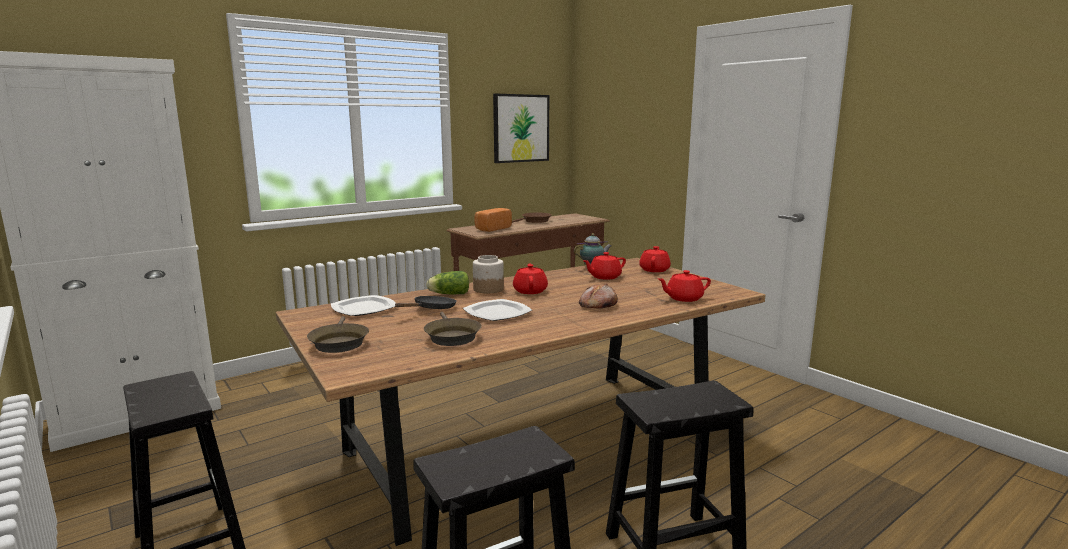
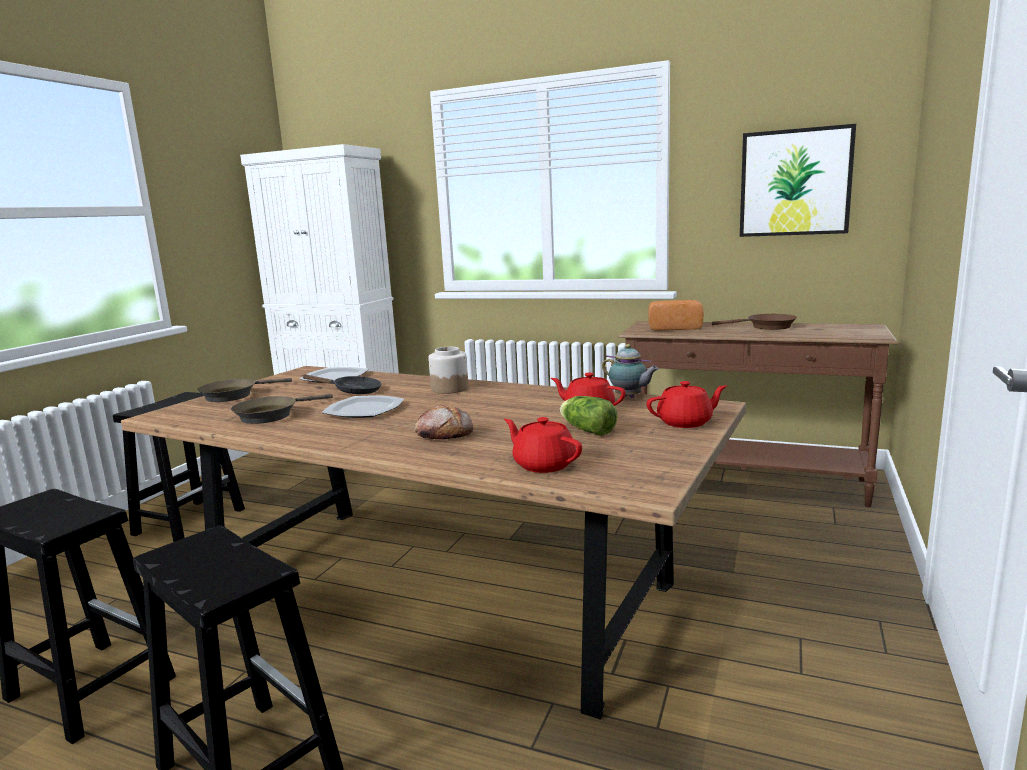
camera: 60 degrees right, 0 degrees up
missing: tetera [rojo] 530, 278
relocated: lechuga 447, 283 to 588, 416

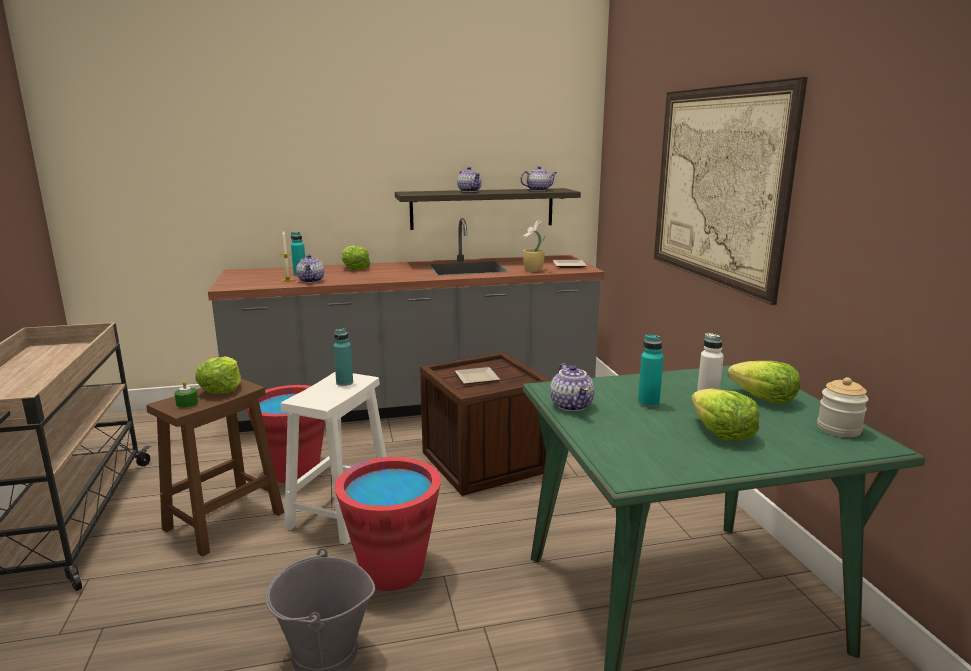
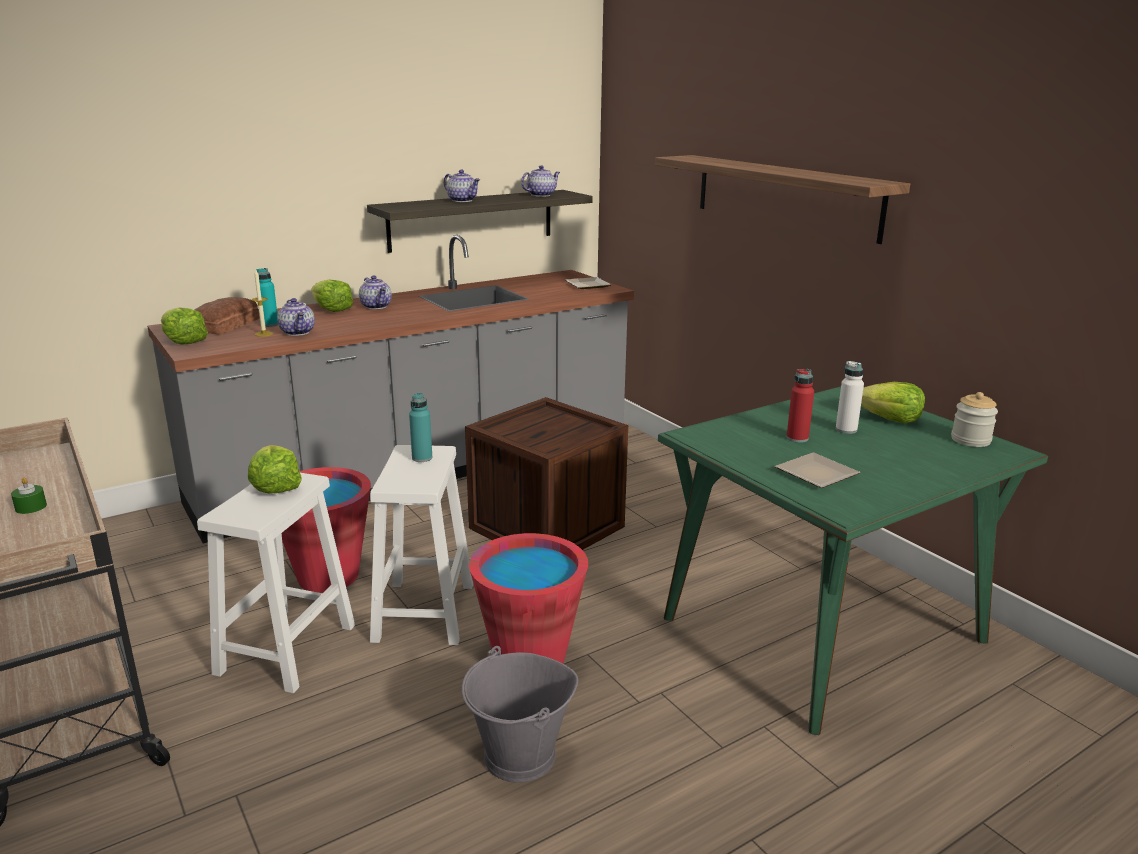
camera: 20 degrees left, 5 degrees up
missing: planta en maceta 534, 246
appeared: pan 227, 316
relocated: vela [verde] 186, 394 to 29, 495; plato 477, 375 to 817, 470; tetera 572, 387 to 375, 292; lechuga 725, 415 to 184, 326
exchanged: cuadro 731, 191 to estante 782, 199
colour: taburete [marrón] 215, 468 to taburete [blanco] 276, 583; botella [turquesa] 651, 371 to botella [rojo] 800, 406

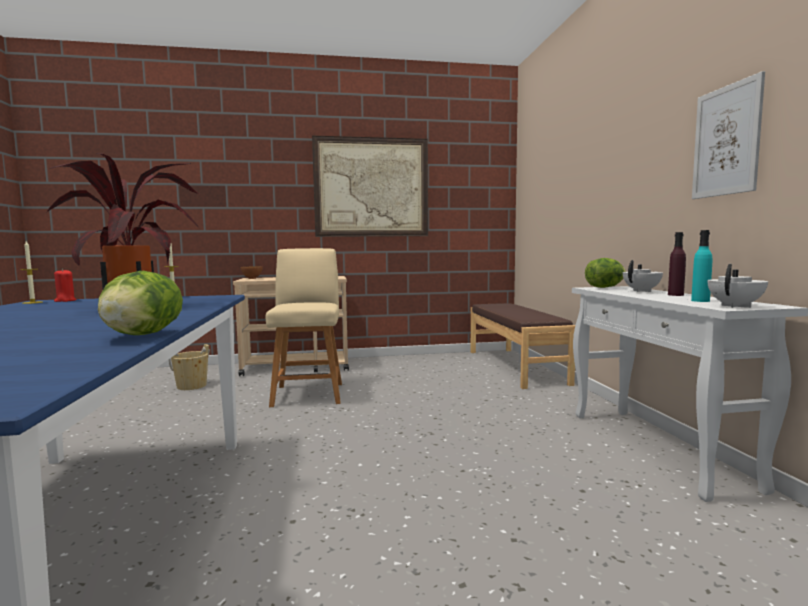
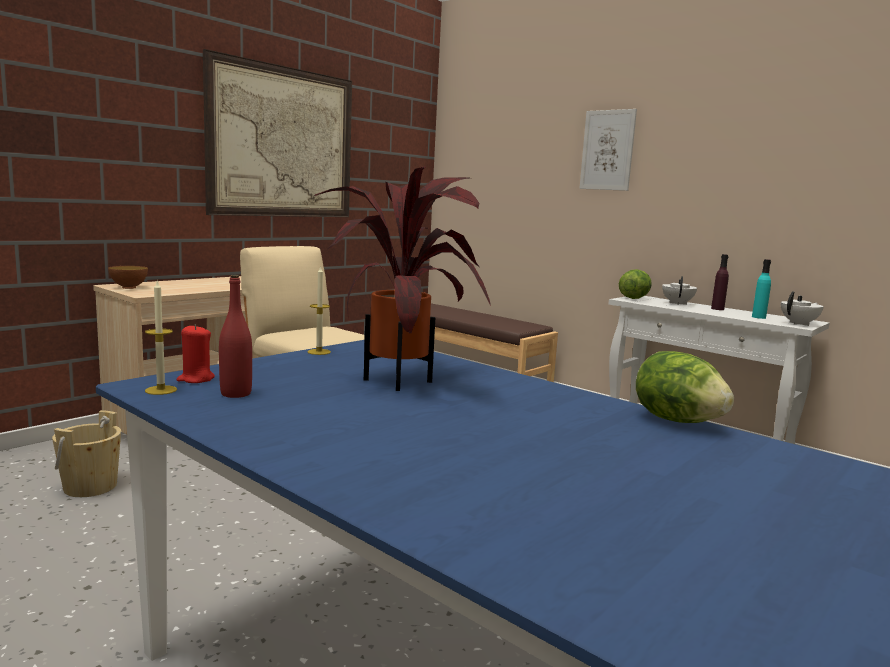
camera: 40 degrees left, 5 degrees up
appeared: botella [rojo] 235, 336
relocated: cuadro 728, 135 to 608, 150
spun: tetera [blanco] 737, 286 = 802, 308 45 degrees clockwise

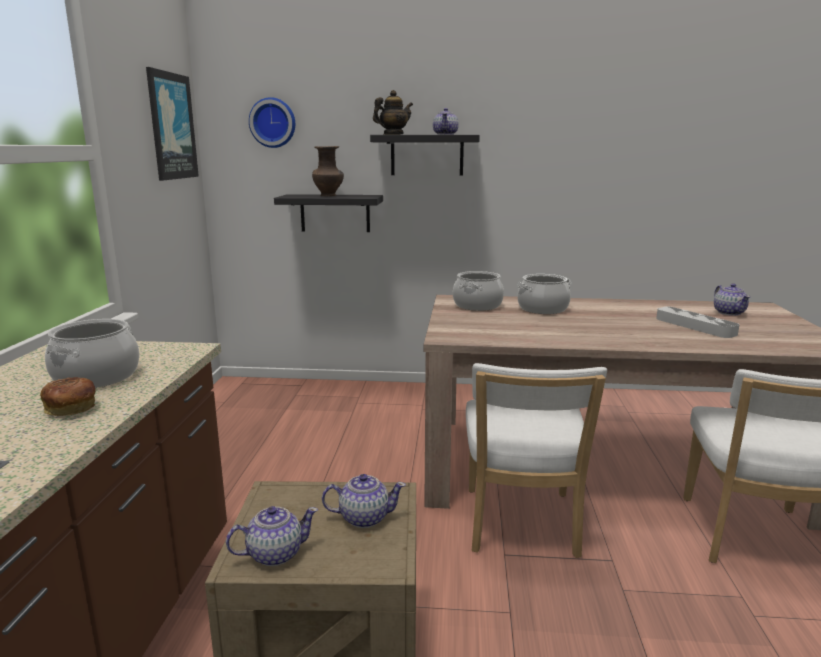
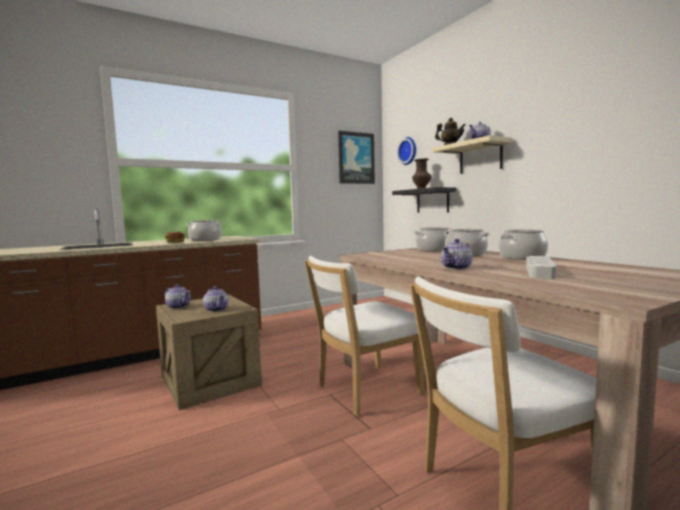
camera: 55 degrees right, 10 degrees down
appeared: olla 523, 244
relocated: tetera 732, 300 to 457, 254
colour: estante [negro] 425, 155 to estante [beis] 472, 154

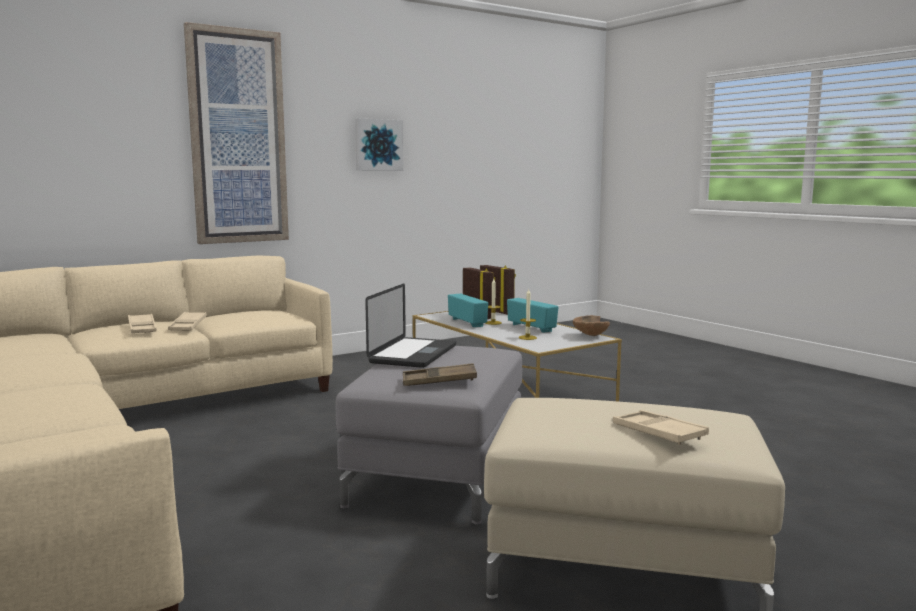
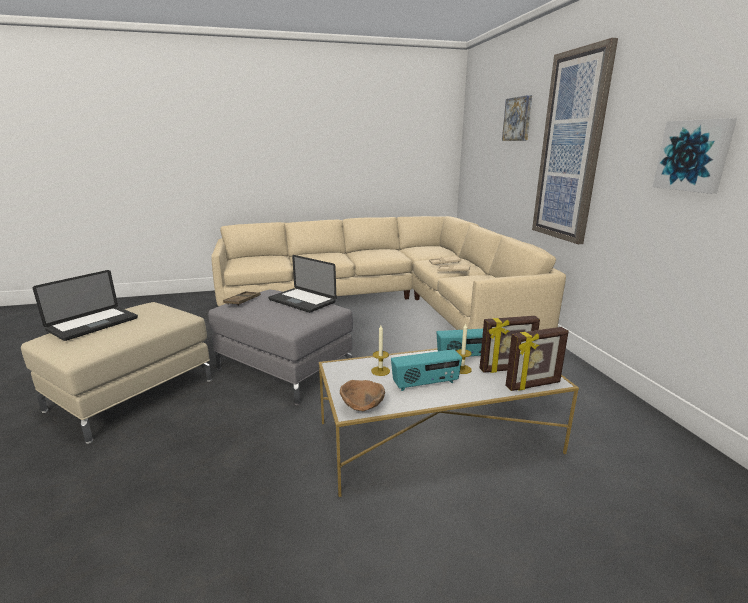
camera: 110 degrees right, 10 degrees up
appeared: cuadro 517, 118
exchanged: bandeja [beis] 661, 427 to portátil 85, 305

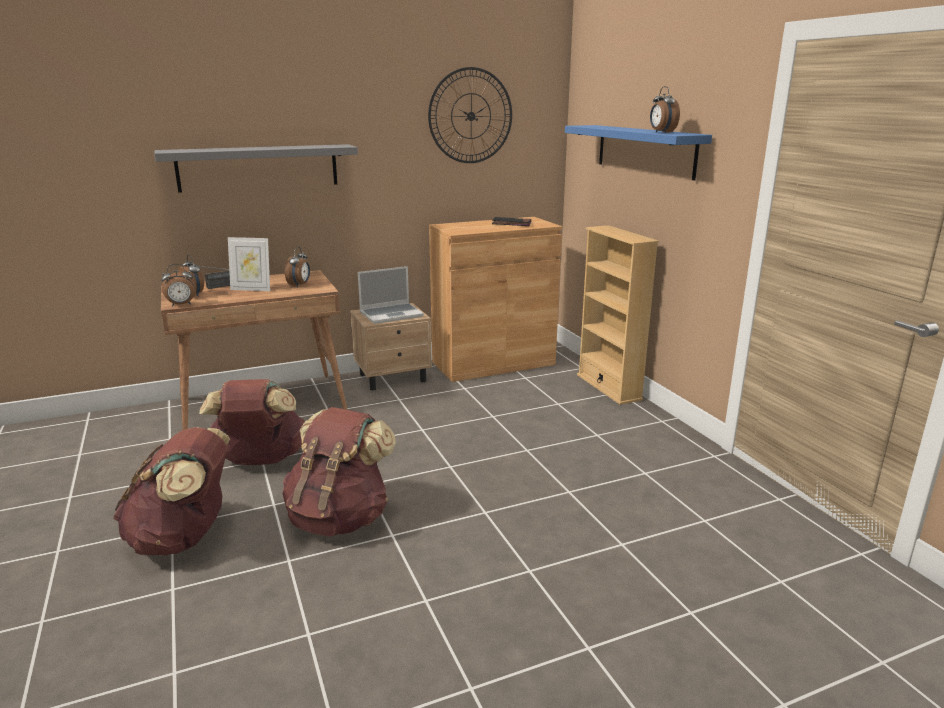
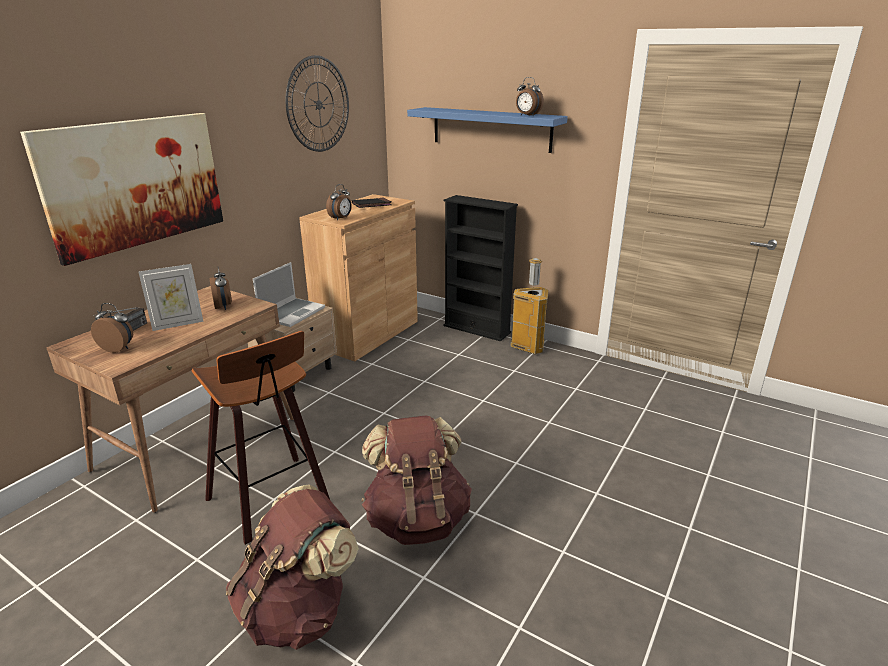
camera: 35 degrees left, 5 degrees up
appeared: papelera 529, 306
relocated: despertador 178, 285 to 339, 202
exchanged: estante [gris] 256, 168 to cuadro 121, 189; mochila [marrón] 252, 422 to taburete 261, 438
colour: estantería [beis] 618, 315 to estantería [negro] 480, 268

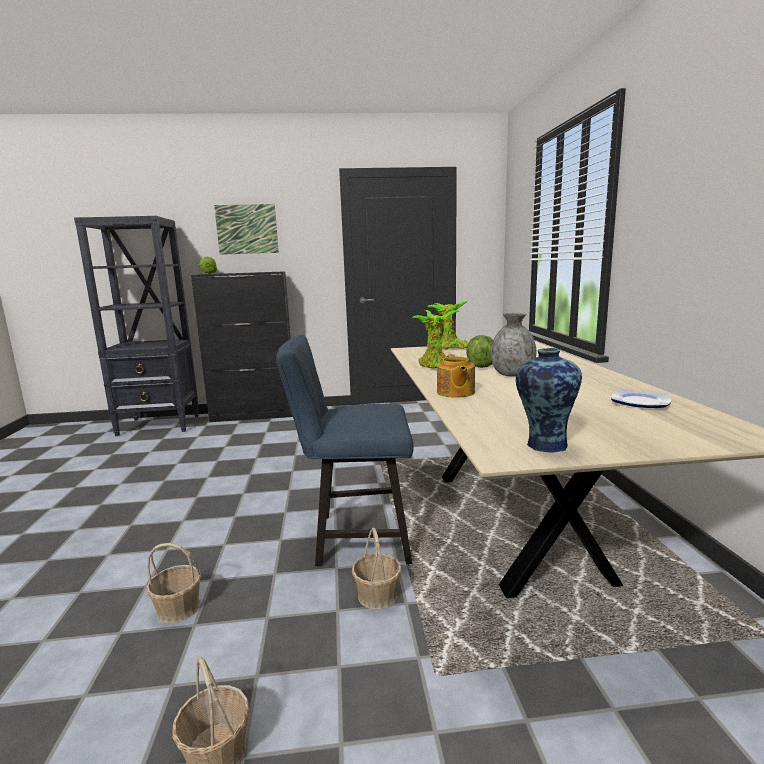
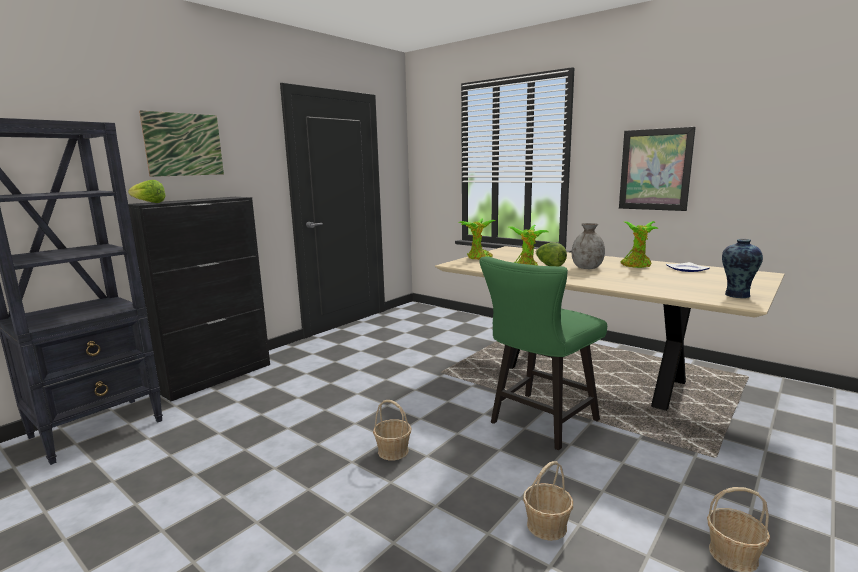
camera: 45 degrees left, 0 degrees up
missing: tetera 456, 376
appeared: cuadro 657, 169; planta en maceta 640, 244
relocated: cesta 376, 569 to 392, 430
colour: silla [azul] 344, 450 to silla [verde] 543, 353

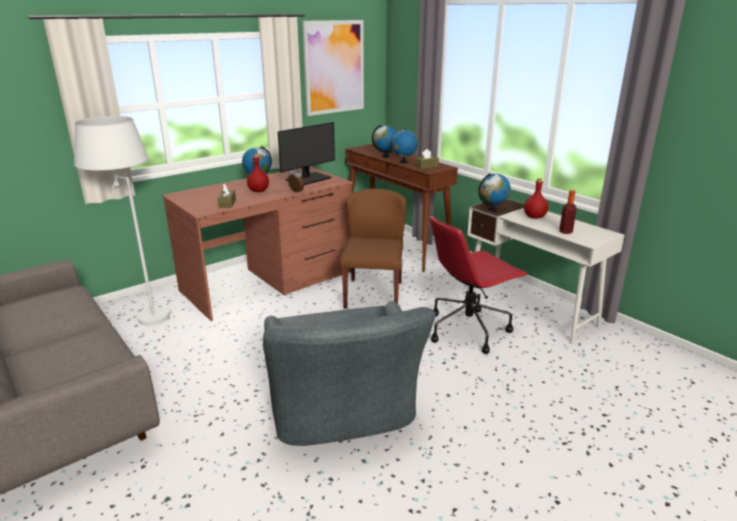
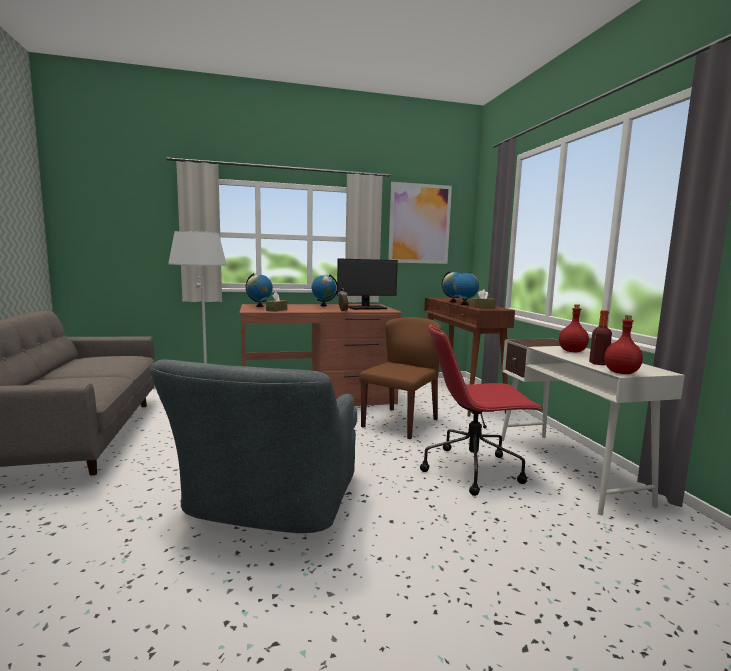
camera: 25 degrees right, 15 degrees down
relocated: botella [rojo] 258, 173 to 623, 344; globo terráqueo 494, 192 to 259, 290

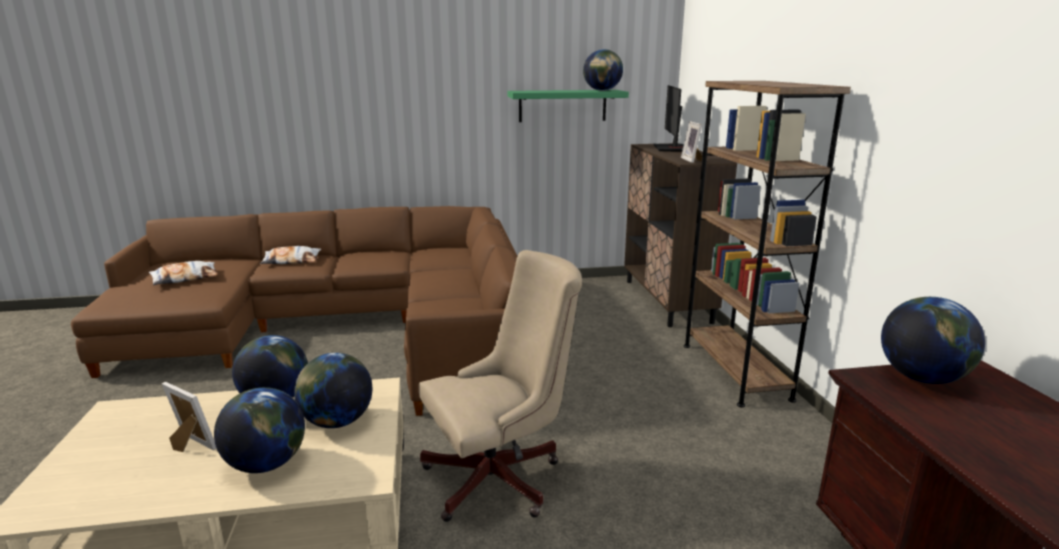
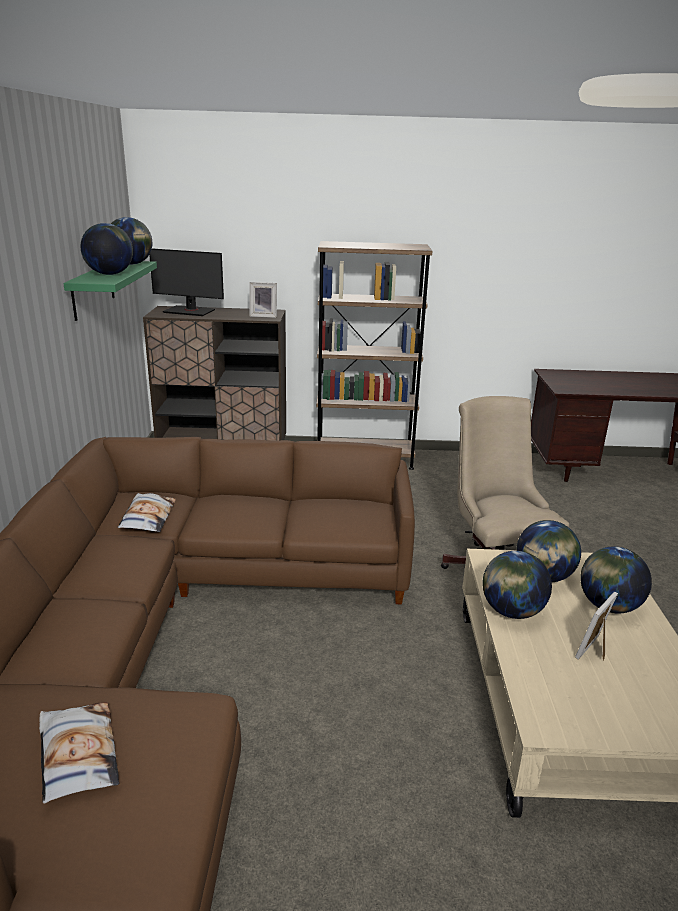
camera: 80 degrees left, 5 degrees up
relocated: cojín 290, 255 to 147, 512; globo terráqueo 933, 340 to 107, 249

